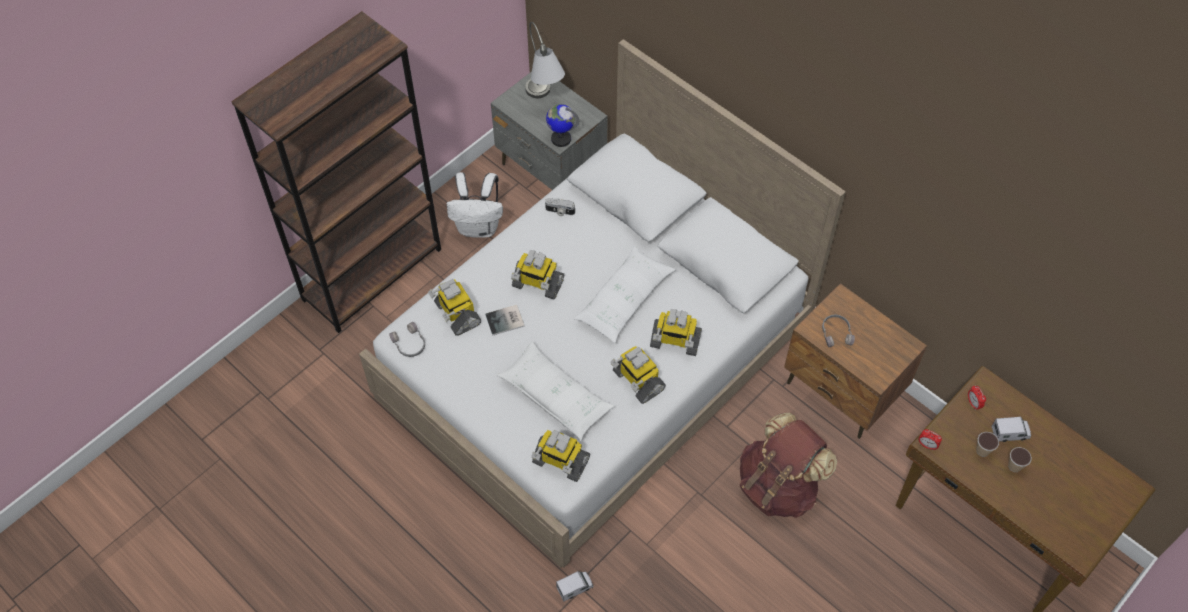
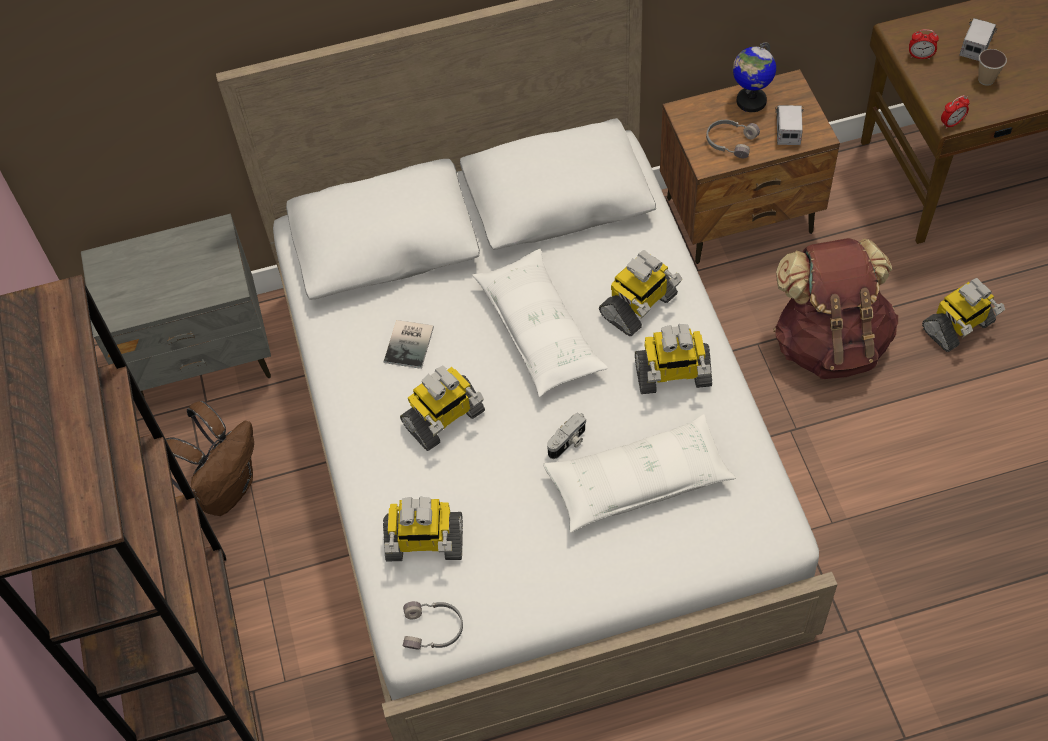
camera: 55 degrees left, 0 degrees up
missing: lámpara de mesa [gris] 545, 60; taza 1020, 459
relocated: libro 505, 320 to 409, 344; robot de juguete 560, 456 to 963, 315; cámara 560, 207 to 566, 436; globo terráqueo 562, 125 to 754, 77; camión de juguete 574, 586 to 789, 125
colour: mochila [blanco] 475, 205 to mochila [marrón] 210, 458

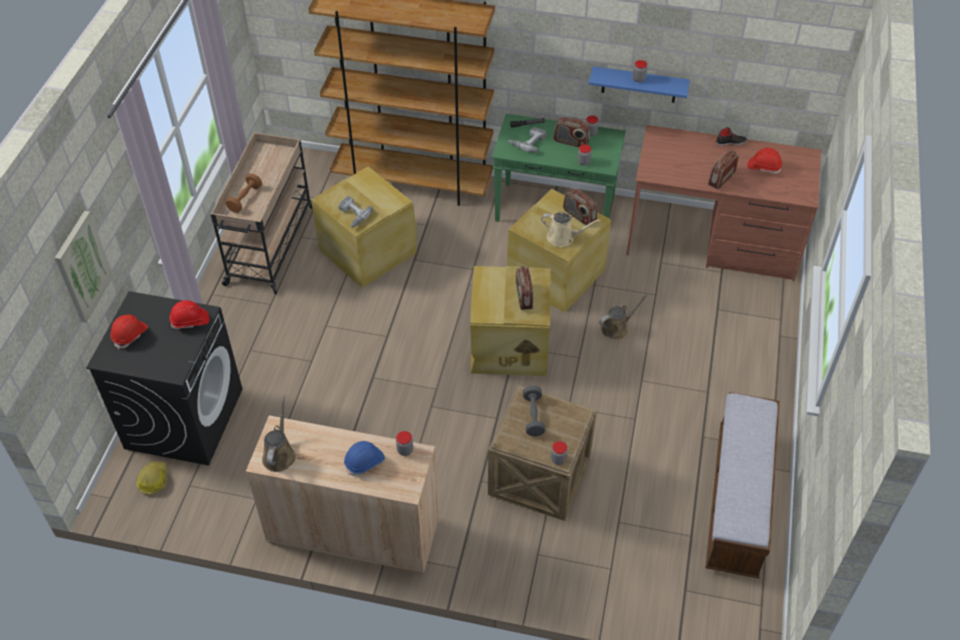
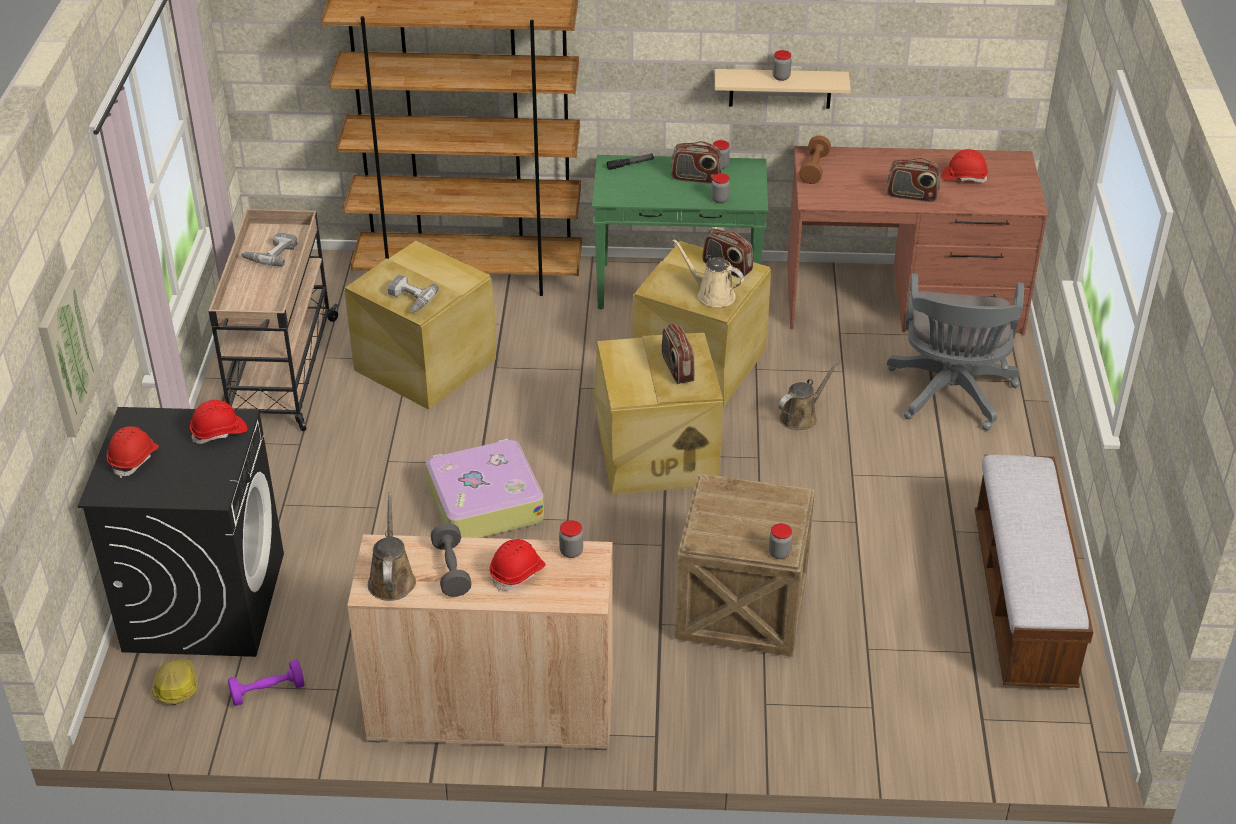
camera: 10 degrees left, 10 degrees down
missing: zapato [negro] 731, 136
appeared: mancuerna [morado] 266, 683; maleta 485, 488; silla de oficina [gris] 955, 351
relocated: mancuerna [marrón] 243, 193 to 815, 160; taladro 527, 140 to 269, 249; mancuerna [gris] 534, 411 to 451, 560
colour: casco [azul] 364, 458 to casco [rojo] 517, 565; estante [azul] 639, 84 to estante [beis] 783, 89
spun: regadera [beis] 571, 229 = 708, 273 150 degrees counterclockwise; radio 723, 170 = 913, 180 105 degrees counterclockwise

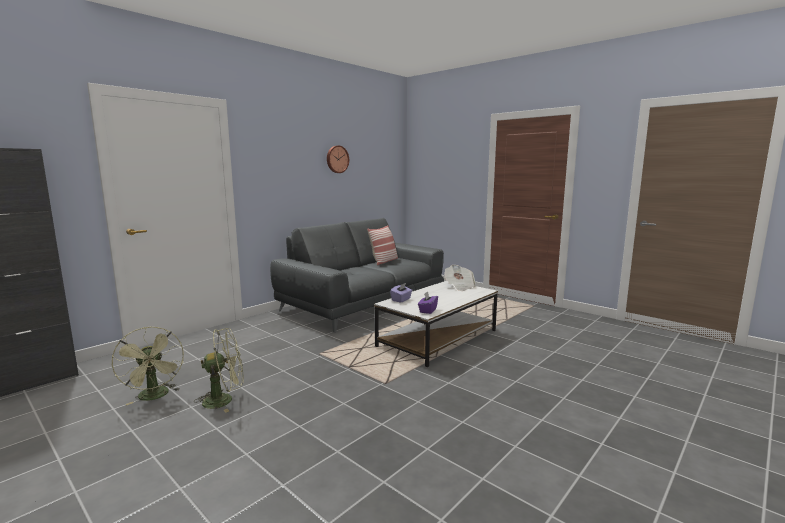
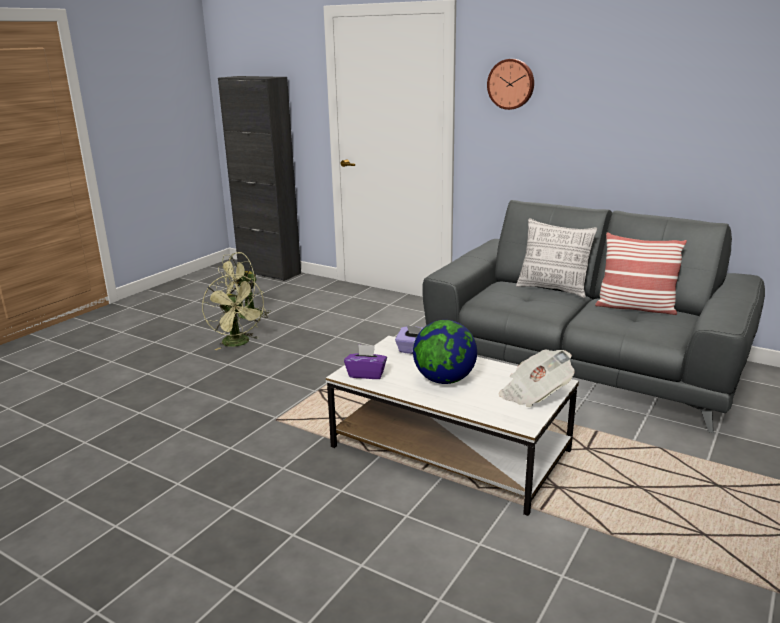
camera: 80 degrees right, 10 degrees up
appeared: globo terráqueo 445, 352; cojín 556, 258
relocated: reloj de pared 338, 159 to 510, 84

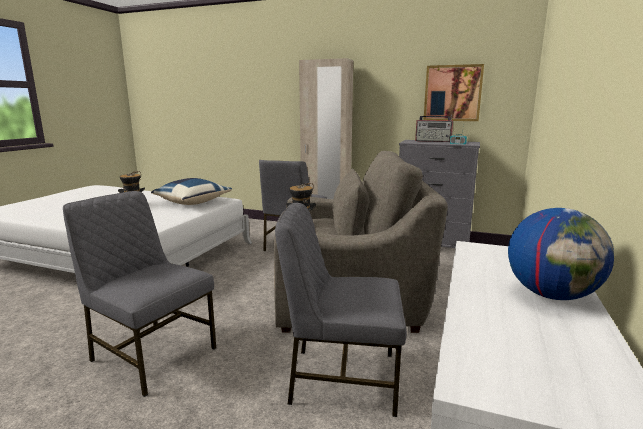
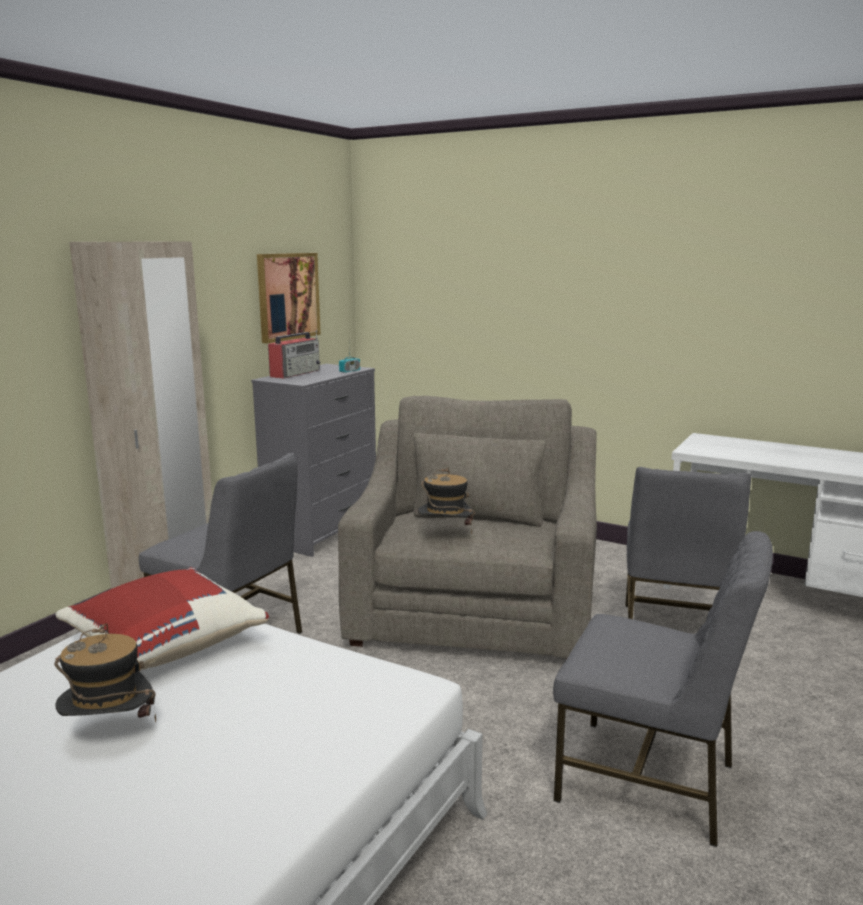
camera: 80 degrees left, 0 degrees up
missing: globo terráqueo 561, 254
colour: cojín [azul] 191, 191 to cojín [rojo] 162, 618
spun: silla [gris] 139, 294 = 663, 689 105 degrees counterclockwise

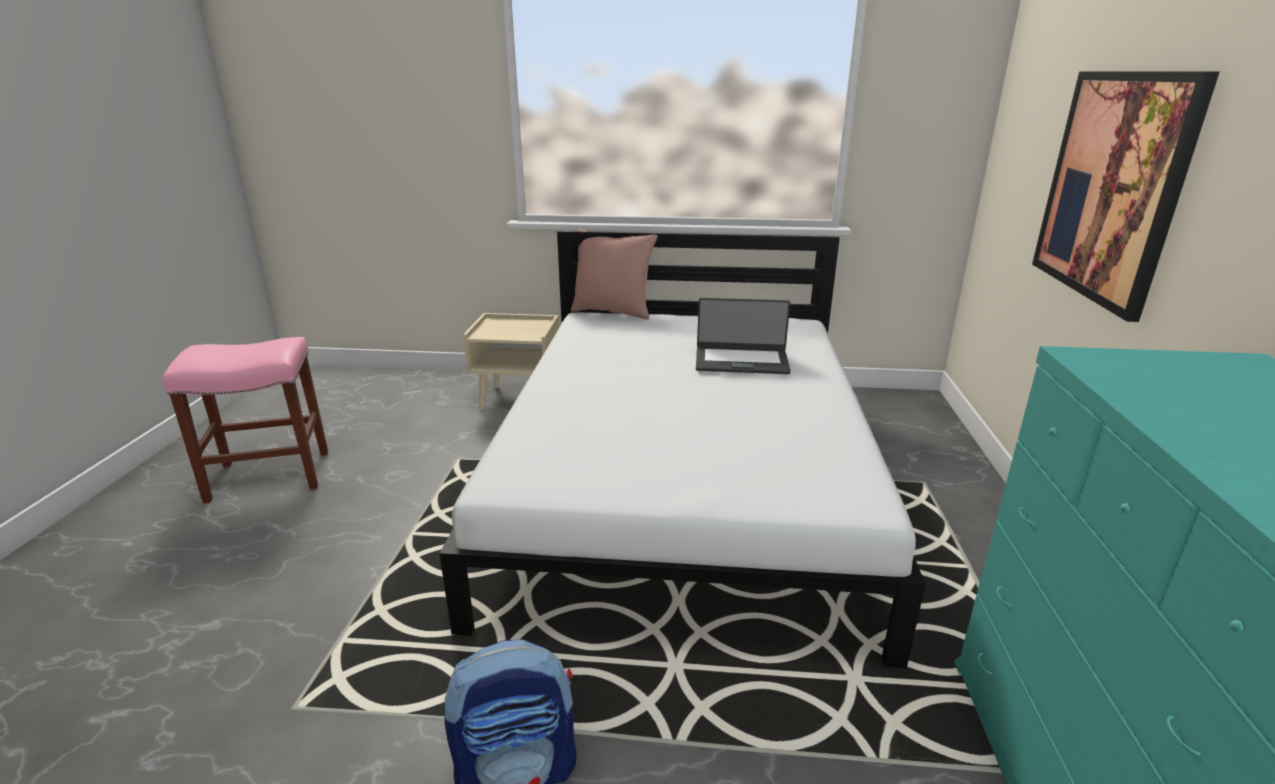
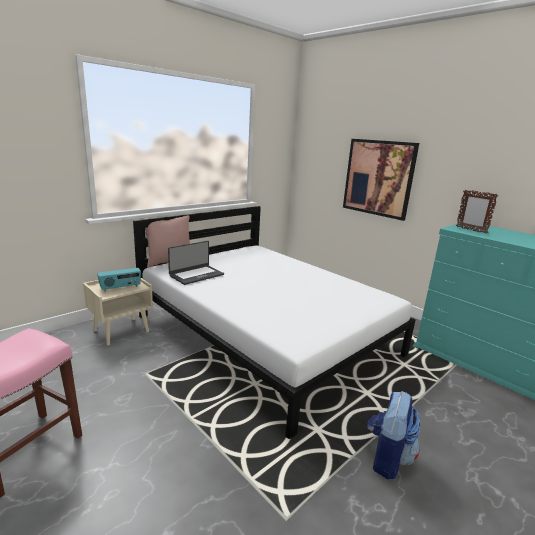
camera: 50 degrees left, 5 degrees down
appeared: radio 119, 280; portarretratos 477, 212
relocated: portátil 743, 336 to 196, 263

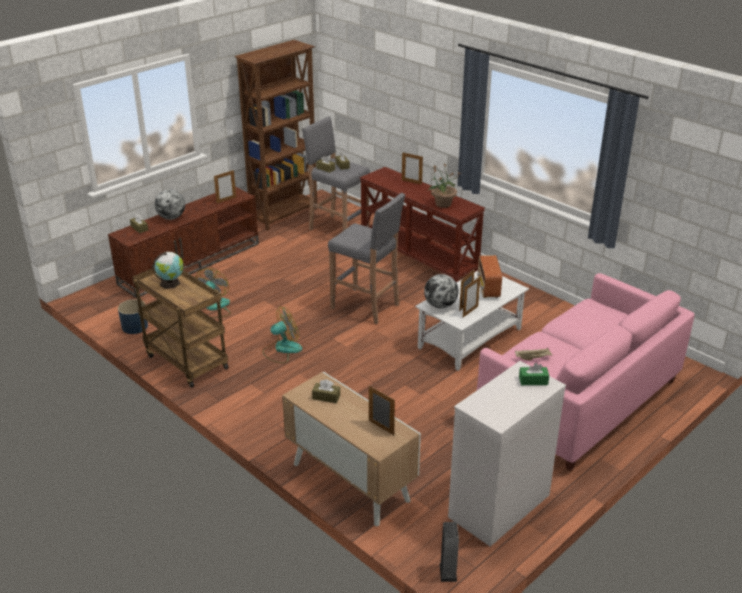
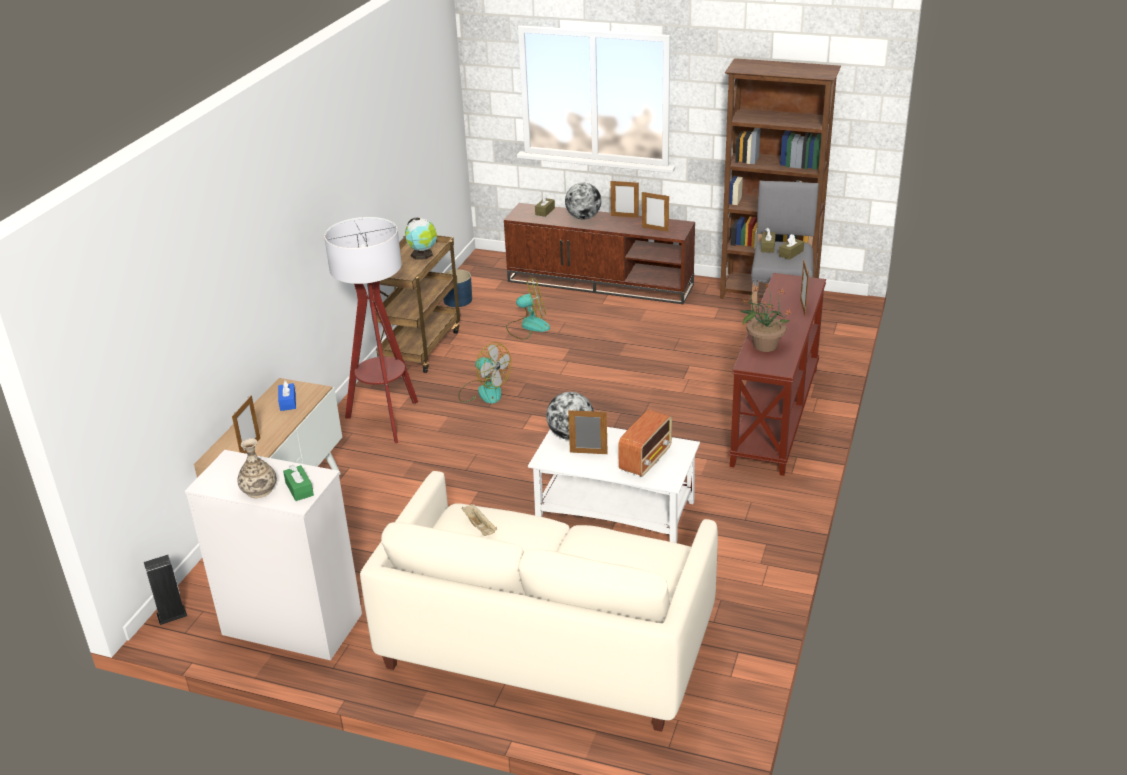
camera: 65 degrees right, 0 degrees up
missing: taburete [gris] 366, 258
appeared: florero 257, 468; lámpara de pie 371, 330
relocated: portarretratos 471, 297 to 625, 199
colour: caja de pañuelos [marrón] 326, 391 to caja de pañuelos [azul] 287, 395; sofá [rosa] 586, 372 to sofá [blanco] 539, 601
spun: radio 489, 276 = 645, 443 150 degrees clockwise

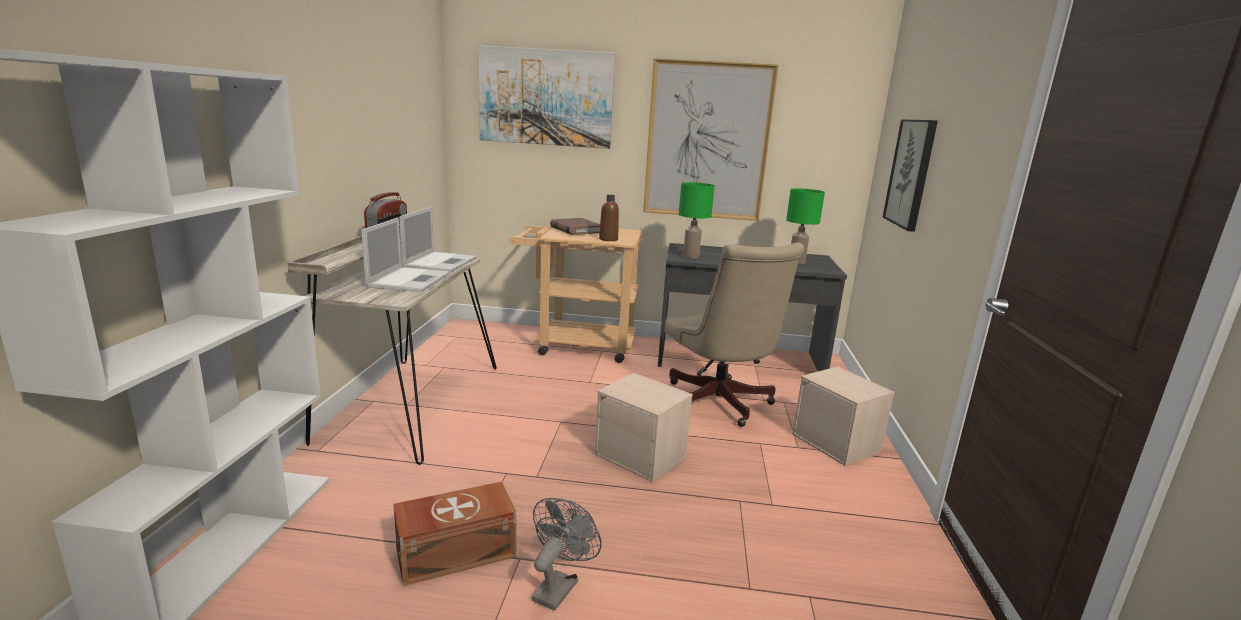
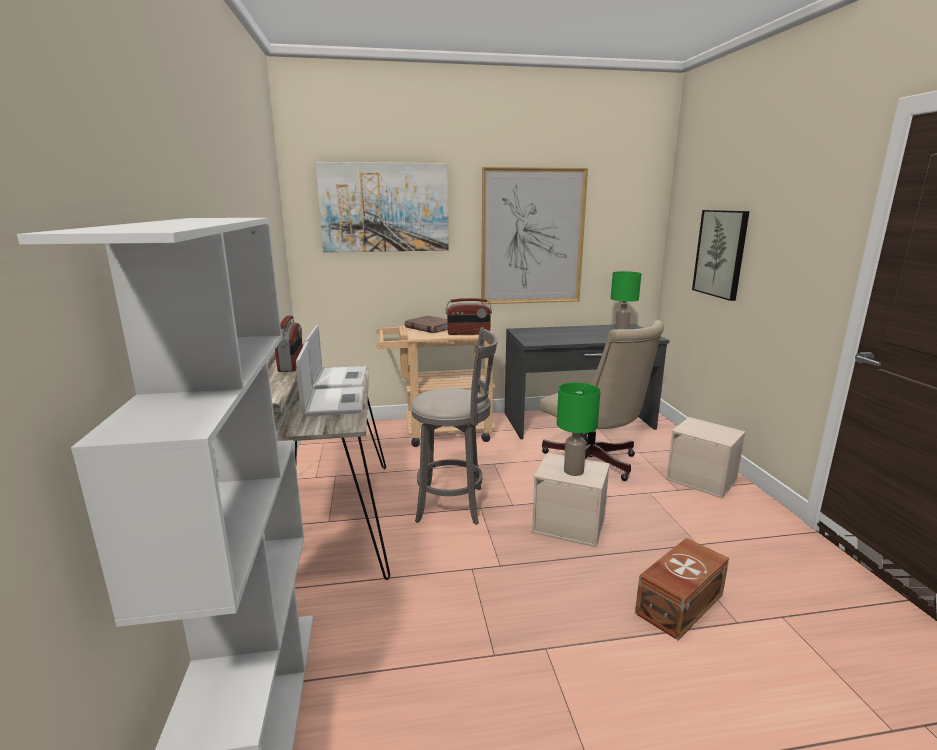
camera: 15 degrees left, 0 degrees up
missing: ventilador [gris] 567, 554
appeared: taburete [gris] 454, 426
relocated: caja de almacenaje [marrón] 455, 534 to 682, 589; lámpara de mesa [verde] 697, 220 to 579, 429
exchanged: botella [marrón] 609, 218 to radio 469, 316

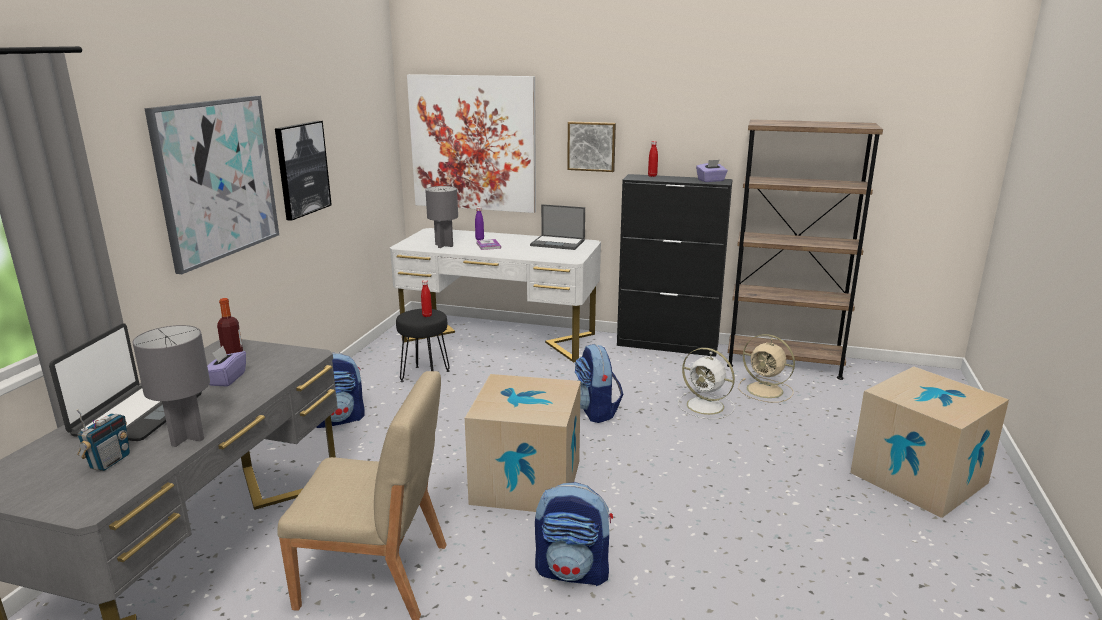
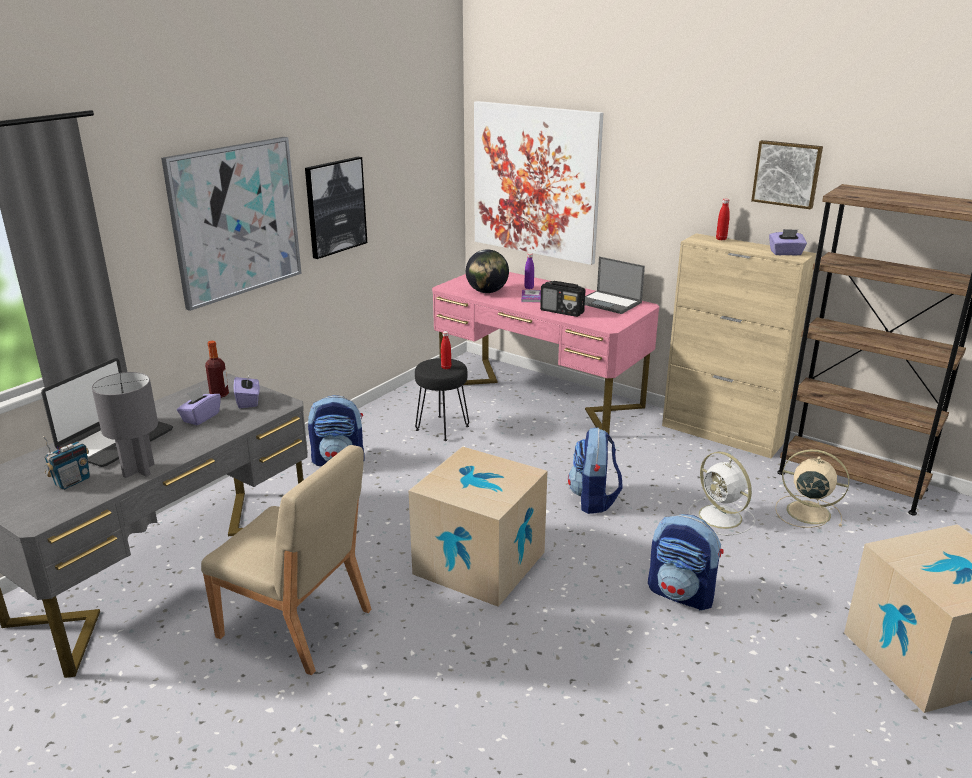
camera: 20 degrees right, 5 degrees up
appeared: caja de pañuelos [morado] 247, 392; radio 562, 299
relocated: mochila 574, 534 to 686, 562; cuadro 591, 146 to 787, 175
exchanged: lámpara de mesa [gris] 441, 217 to globo terráqueo 487, 271
colour: escritorio [blanco] 495, 295 to escritorio [rosa] 545, 353; armario [negro] 675, 265 to armario [beis] 739, 345
spun: ventilador [beis] 767, 368 = 812, 488 150 degrees clockwise

